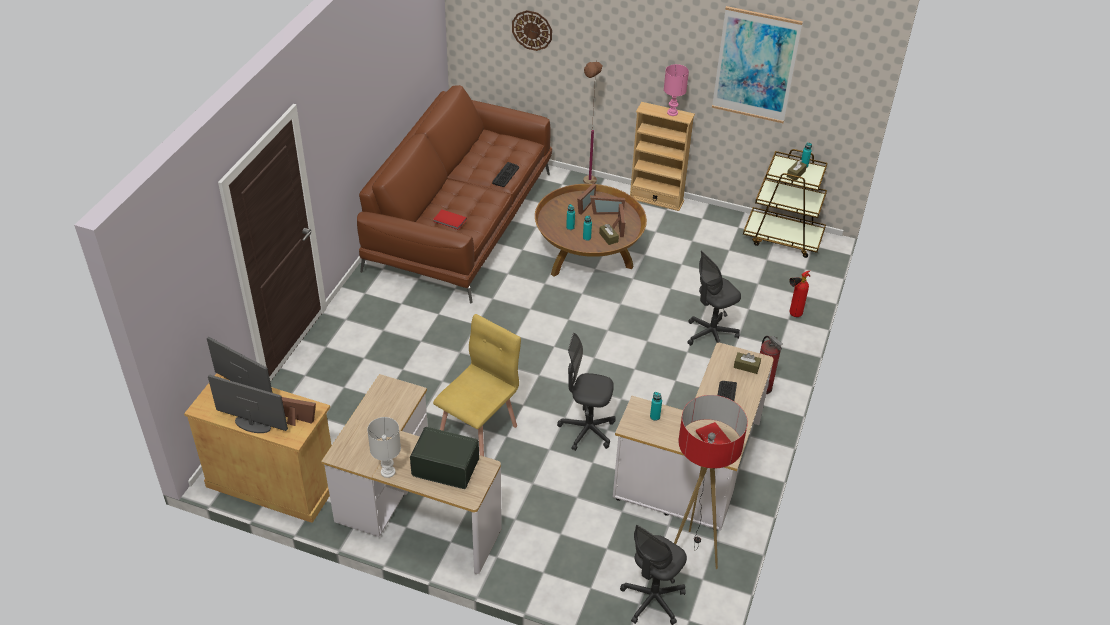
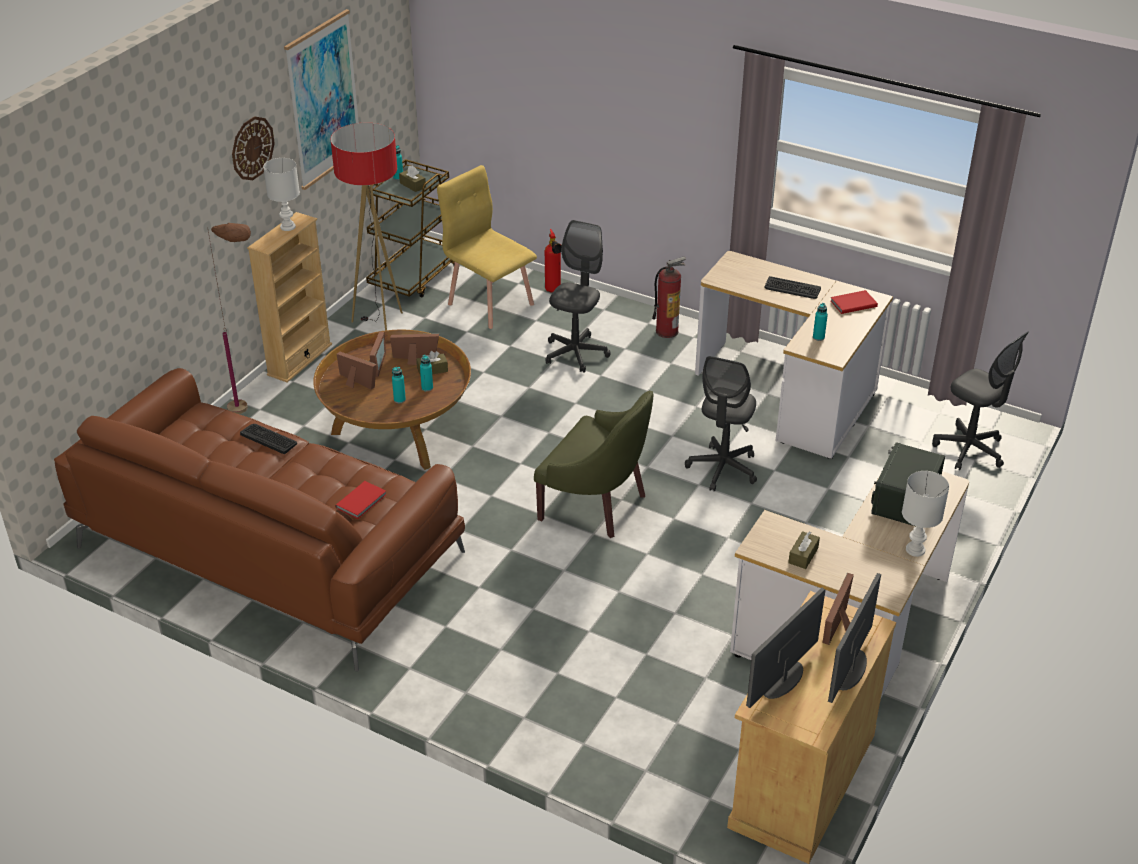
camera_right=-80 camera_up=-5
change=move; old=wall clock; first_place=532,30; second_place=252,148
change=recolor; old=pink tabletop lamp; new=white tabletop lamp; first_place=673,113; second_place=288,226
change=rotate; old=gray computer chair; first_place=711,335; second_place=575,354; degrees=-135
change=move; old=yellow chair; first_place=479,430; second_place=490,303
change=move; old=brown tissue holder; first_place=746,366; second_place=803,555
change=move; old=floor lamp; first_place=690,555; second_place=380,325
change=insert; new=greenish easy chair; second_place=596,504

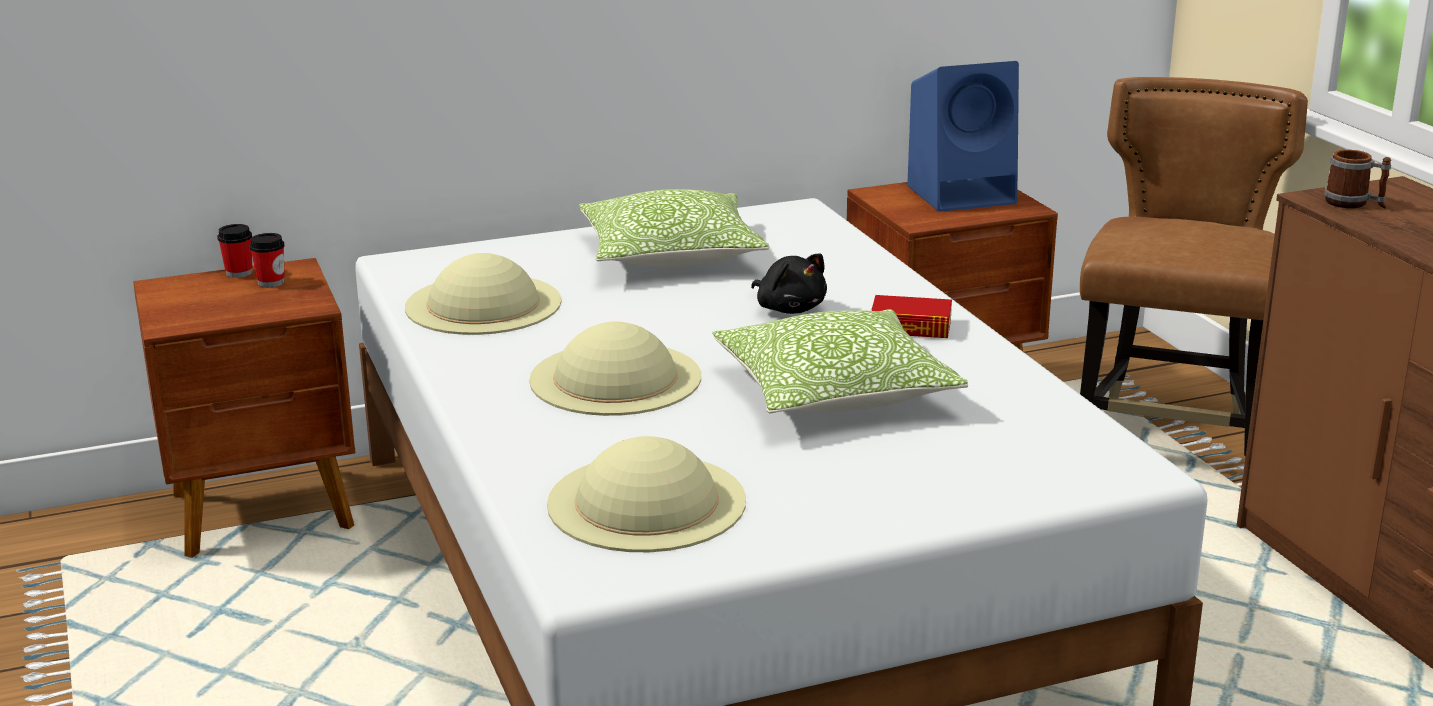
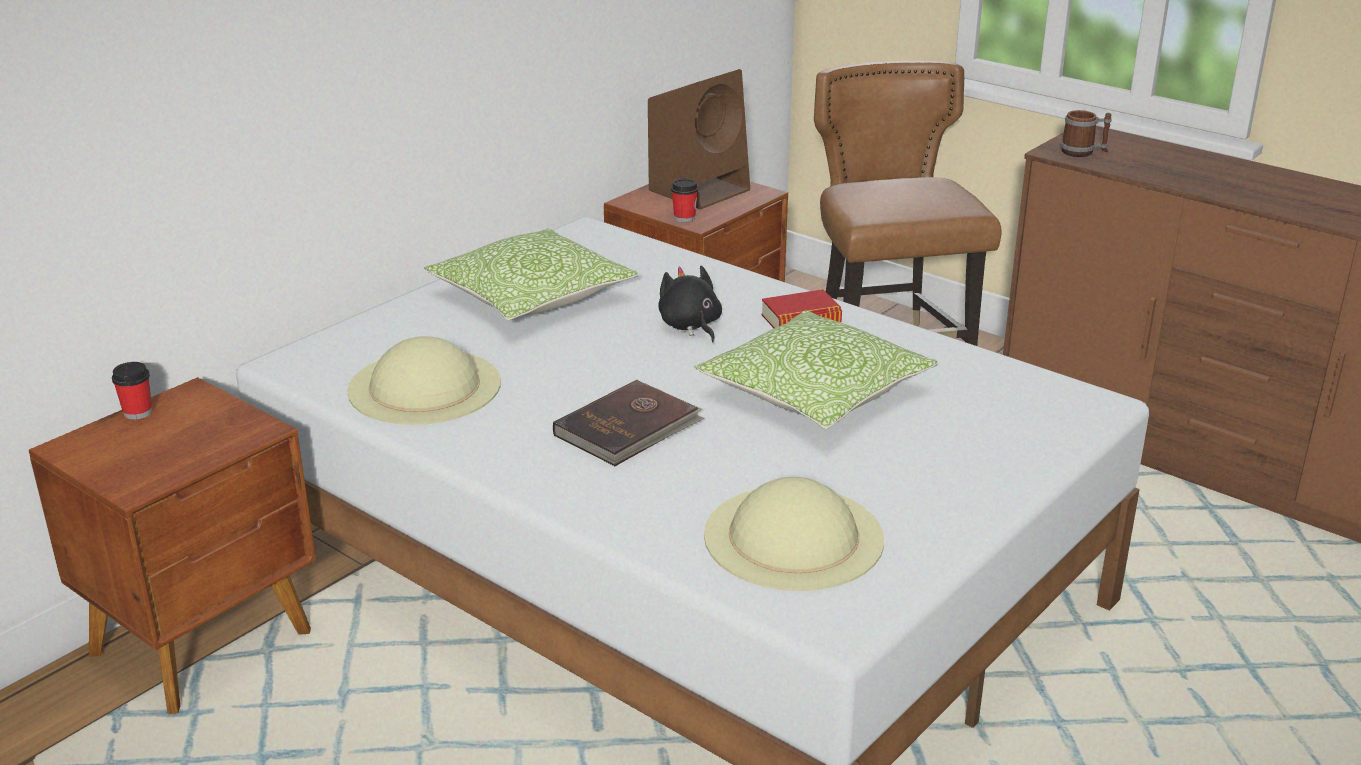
camera_right=-30 camera_up=5
change=recolor; old=blue-coloured audio speaker; new=brown audio speaker; first_place=963,194; second_place=700,189
change=move; old=drinking cup; first_place=271,282; second_place=684,218
change=rotate; old=black-coloured soft toy; first_place=789,308; second_place=690,326; degrees=-135
change=replace; old=sand-coloured clothing hat; new=brown volume; first_place=615,378; second_place=629,428

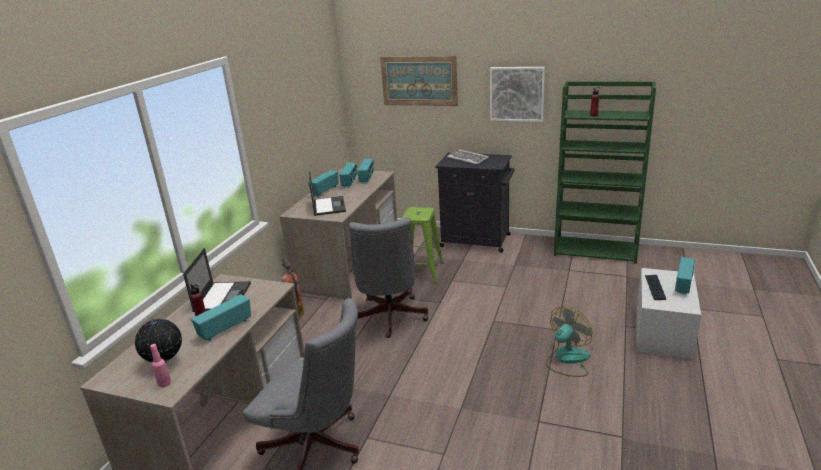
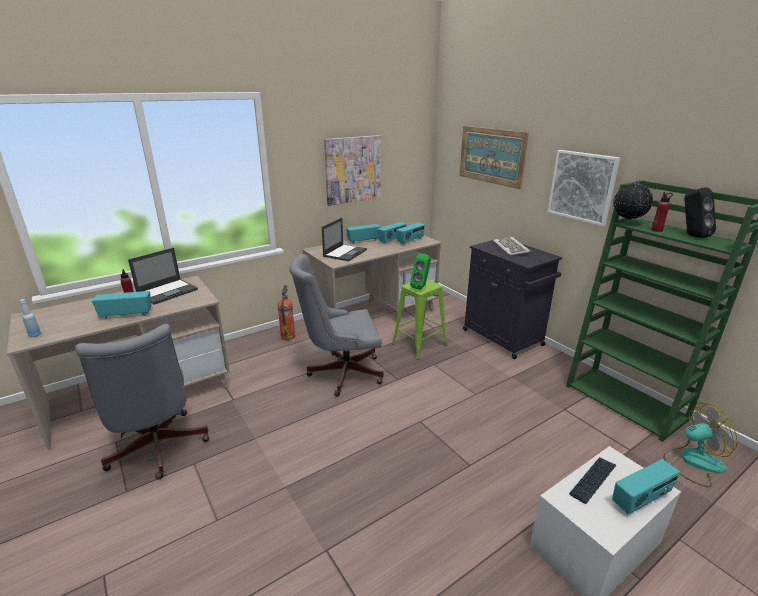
camera_right=35 camera_up=0
change=rotate; old=gray computer chair; first_place=389,319; second_place=341,373; degrees=45
change=move; old=cooling fan; first_place=567,360; second_place=693,462
change=move; old=globe; first_place=165,363; second_place=627,223
change=recolor; old=pink bottle; new=blue-coloured bottle; first_place=164,384; second_place=35,335
change=insert; new=wall picture; second_place=353,169
change=insert; new=black-coloured audio speaker; second_place=691,235
change=insert; new=greenish audio speaker; second_place=421,287

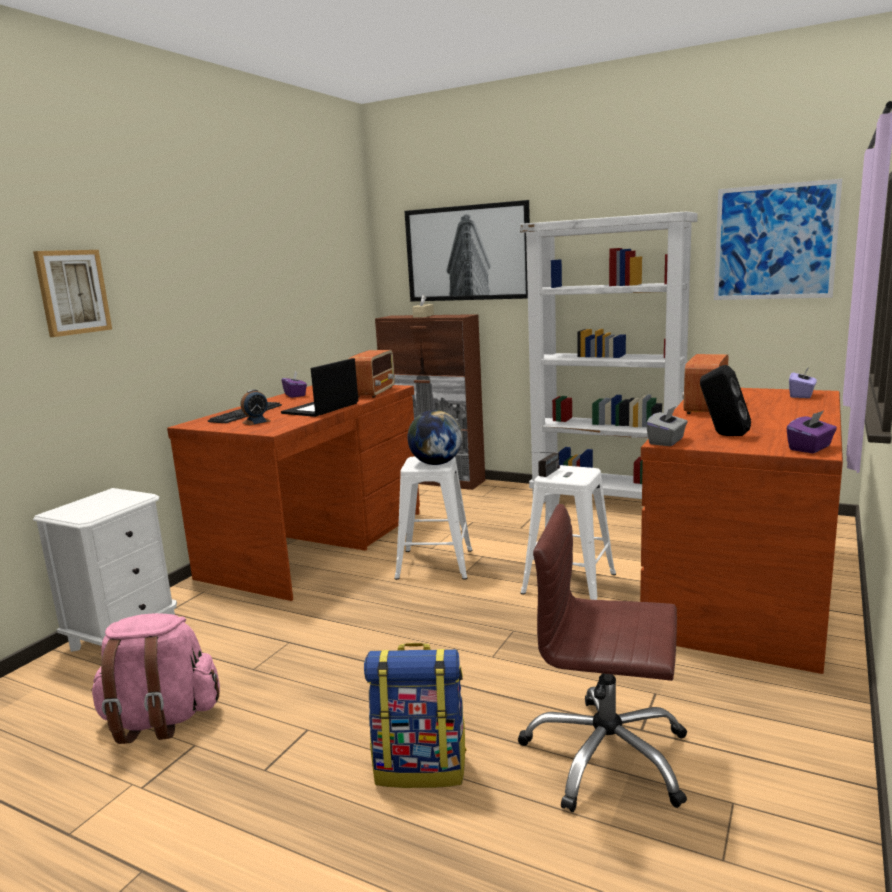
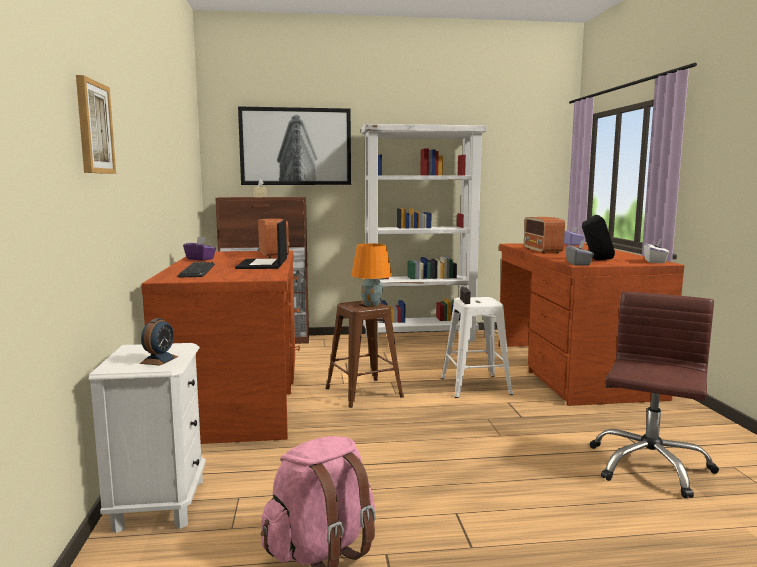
camera_right=-35 camera_up=-5
change=delete; old=wall picture; first_place=774,242
change=move; old=alarm clock; first_place=256,422; second_place=159,360
change=replace; old=globe; new=orange-coloured tabletop lamp; first_place=436,463; second_place=371,305
change=recolor; old=purple tissue holder; new=white tissue holder; first_place=810,448; second_place=655,261
change=recolor; old=white sitting stool; new=brown sitting stool; first_place=435,564; second_place=365,392
change=rotate; old=brown computer chair; first_place=606,756; second_place=648,466; degrees=135
change=delete; old=knapsack; first_place=421,767

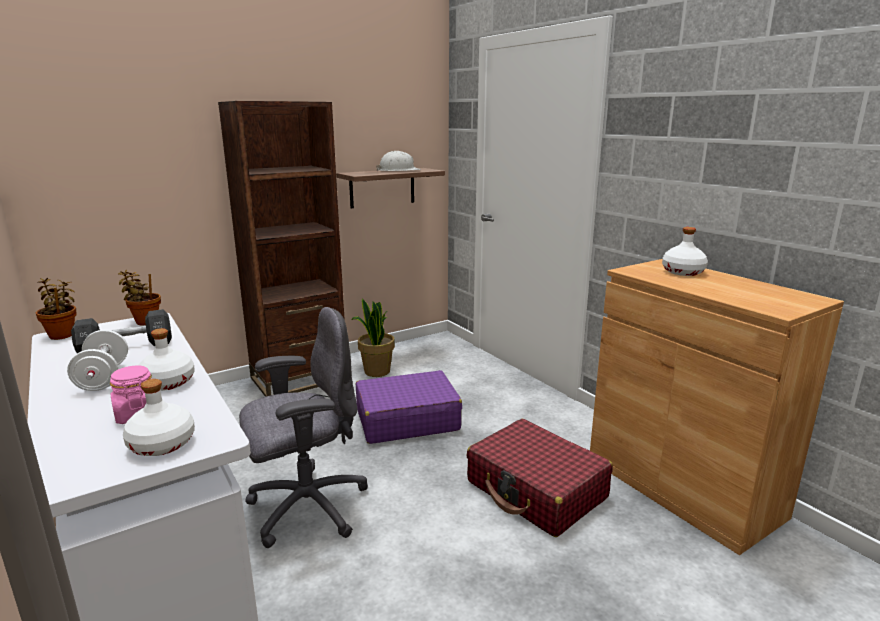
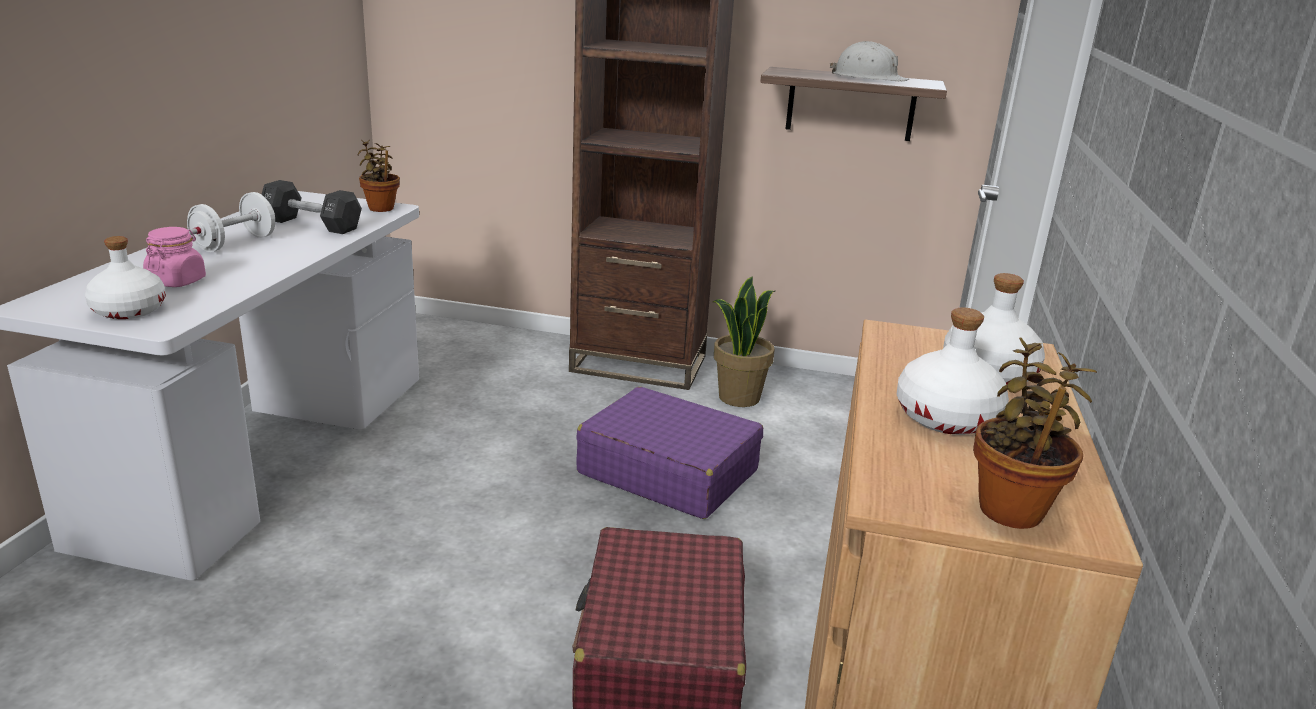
camera_right=45 camera_up=5
change=move; old=potted plant; first_place=62,334; second_place=1012,508
change=delete; old=gray computer chair; first_place=306,507
change=move; old=white bottle; first_place=168,383; second_place=947,418

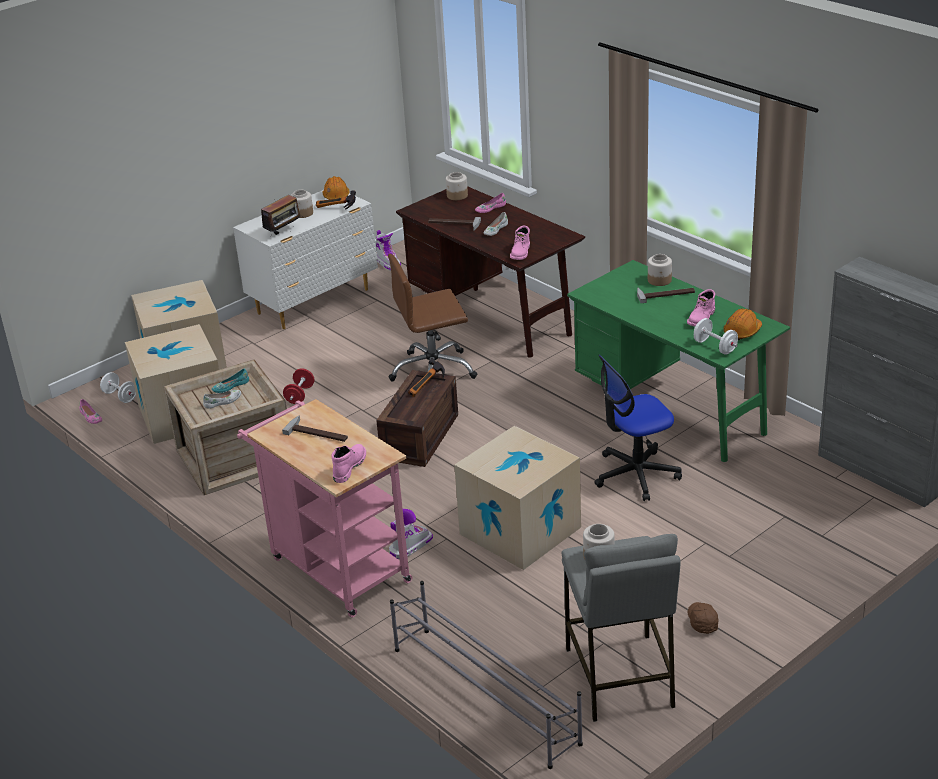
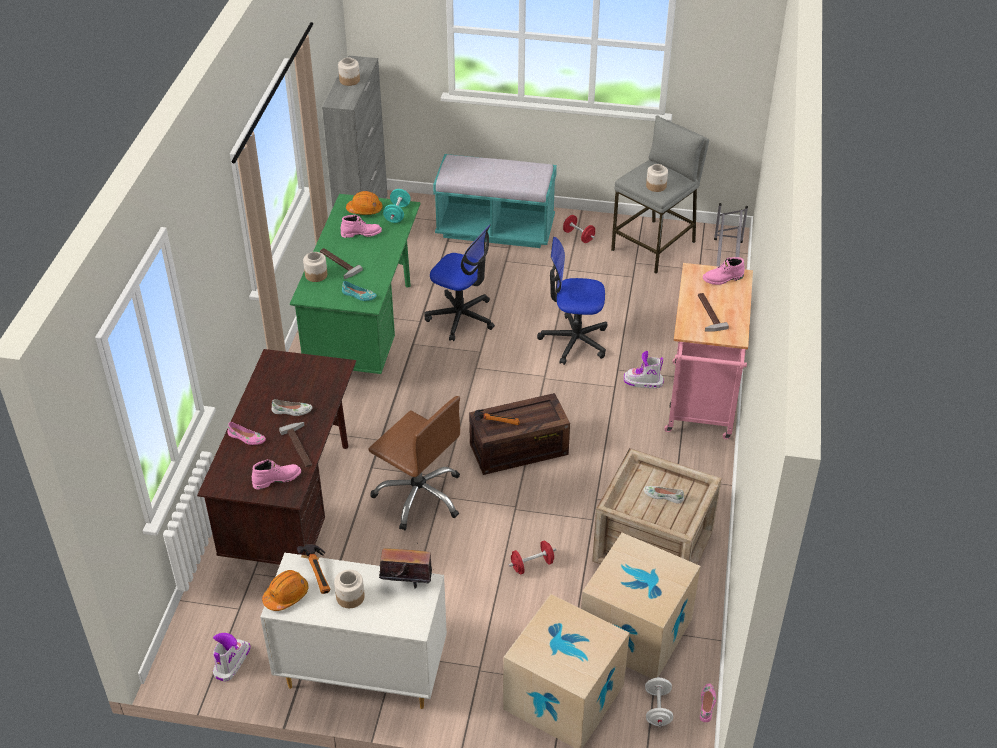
camera_right=-130 camera_up=10
change=move; old=preserve jar; first_place=457,196; second_place=350,80
change=move; old=pink high-top boot; first_place=521,253; second_place=277,479
change=recolor; old=white dumbbell; new=blue-green dumbbell; first_place=715,347; second_place=397,214
change=move; old=blue-green shoe; first_place=230,386; second_place=359,295
change=replace; old=cardboard box; new=computer chair; first_place=520,530; second_place=574,340
change=replace; old=brown cap; new=red dumbbell; first_place=702,622; second_place=578,236
change=insert; new=blue-green bench; second_place=495,229

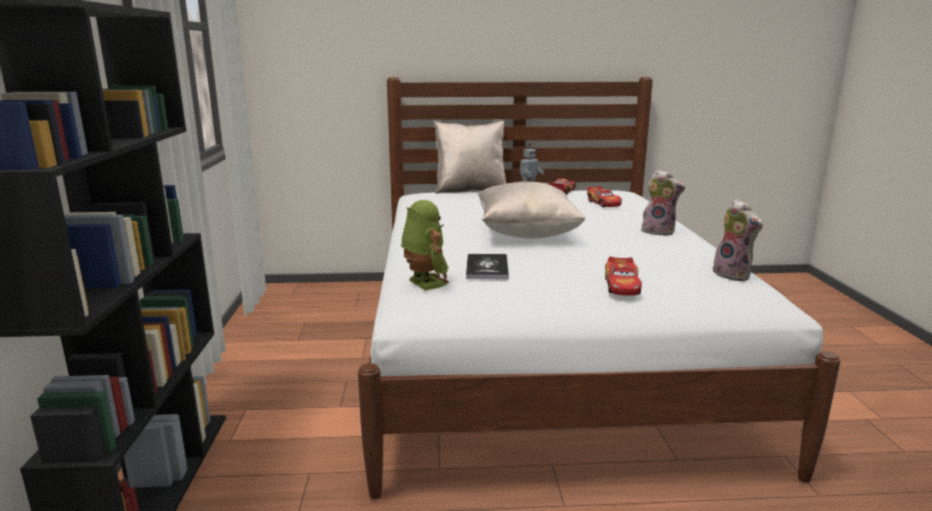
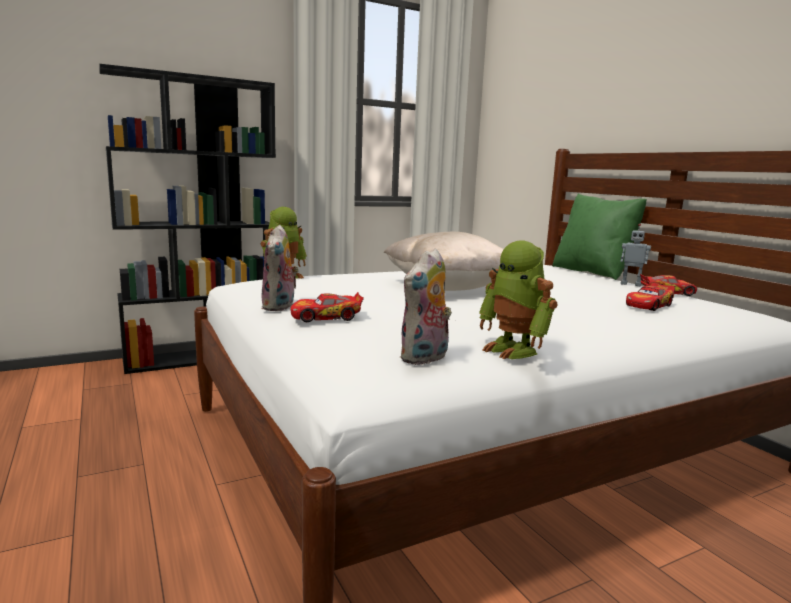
camera_right=65 camera_up=-5
change=recolor; old=sand-coloured pillow; new=greenish pillow; first_place=470,190; second_place=592,272
change=move; old=soft toy; first_place=659,231; second_place=280,307
change=delete; old=volume; first_place=487,268
change=insert; new=toy robot; second_place=513,350

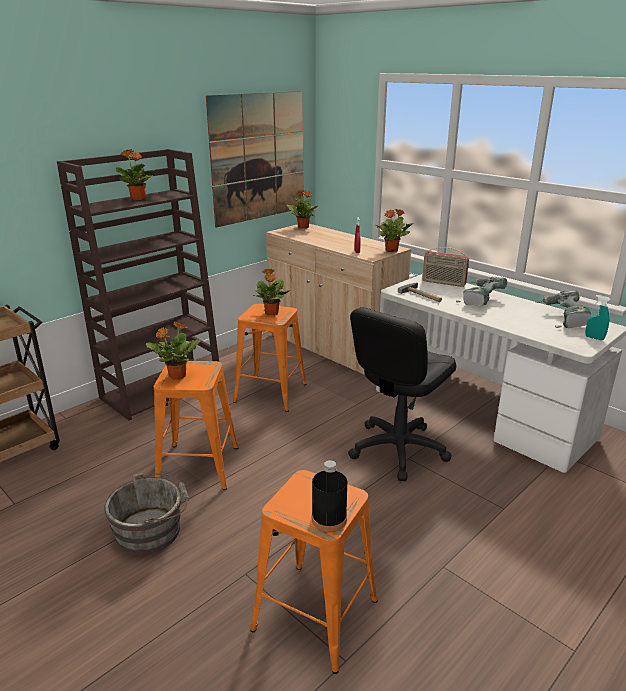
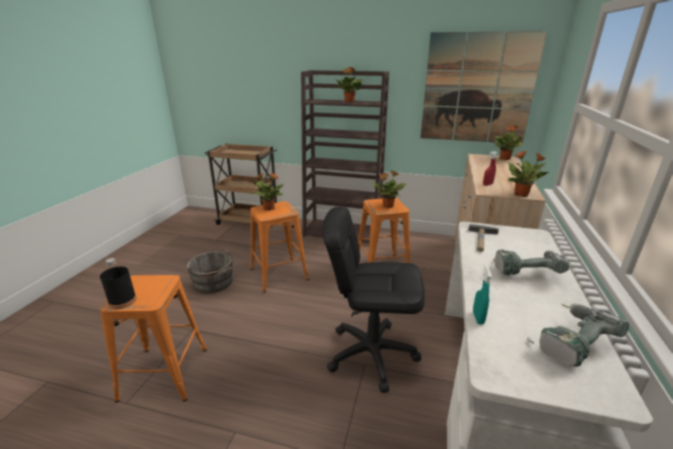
camera_right=60 camera_up=0
change=delete; old=radio receiver; first_place=443,283
change=move; old=blue-green hand sprayer; first_place=594,338; second_place=478,318

